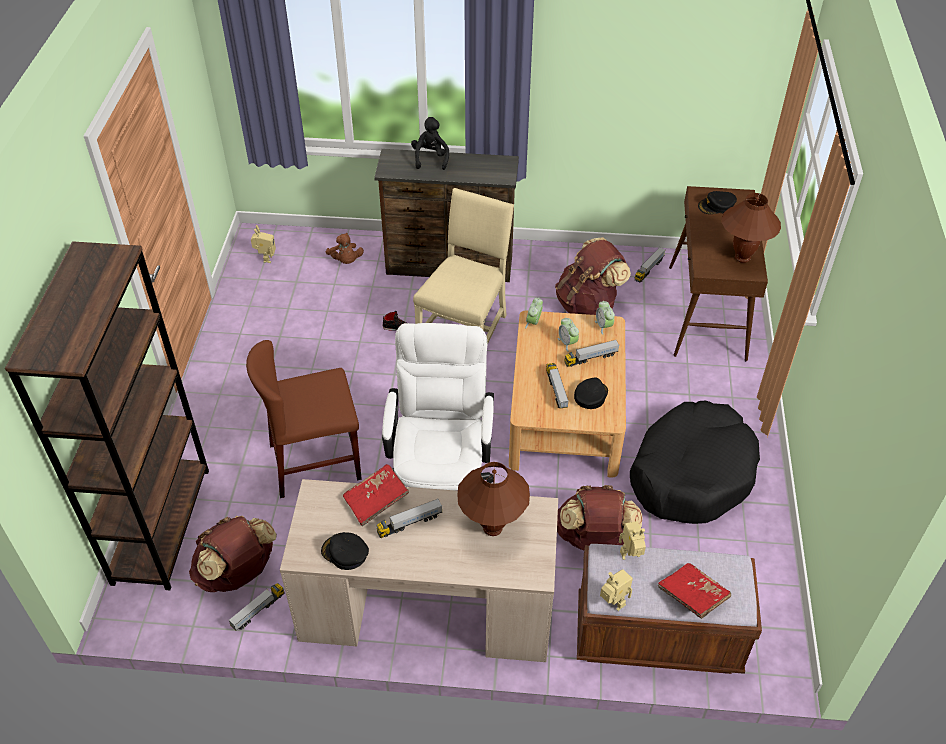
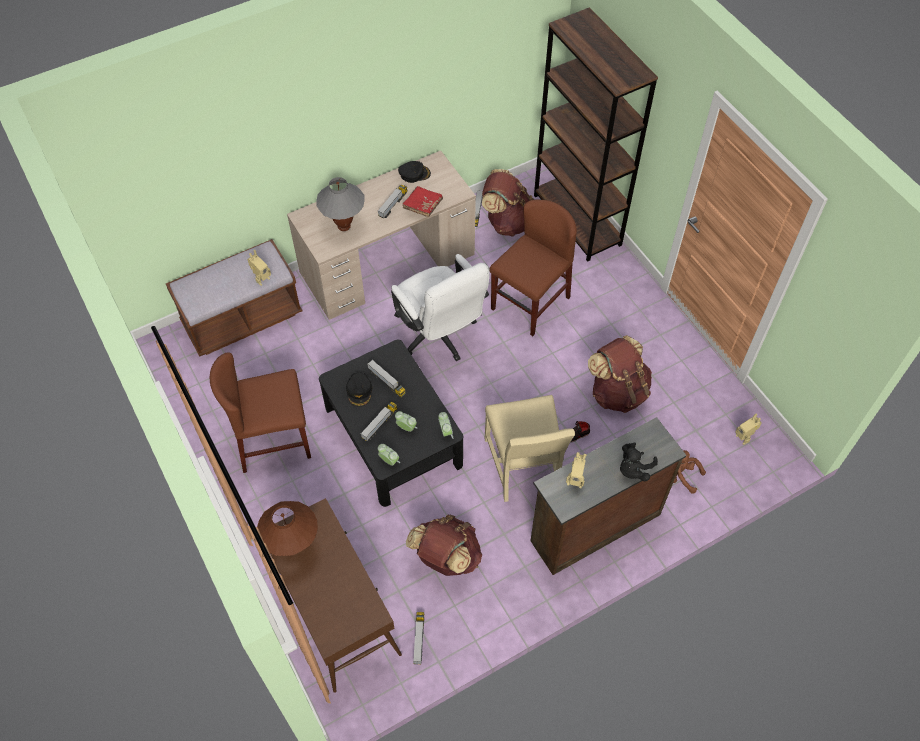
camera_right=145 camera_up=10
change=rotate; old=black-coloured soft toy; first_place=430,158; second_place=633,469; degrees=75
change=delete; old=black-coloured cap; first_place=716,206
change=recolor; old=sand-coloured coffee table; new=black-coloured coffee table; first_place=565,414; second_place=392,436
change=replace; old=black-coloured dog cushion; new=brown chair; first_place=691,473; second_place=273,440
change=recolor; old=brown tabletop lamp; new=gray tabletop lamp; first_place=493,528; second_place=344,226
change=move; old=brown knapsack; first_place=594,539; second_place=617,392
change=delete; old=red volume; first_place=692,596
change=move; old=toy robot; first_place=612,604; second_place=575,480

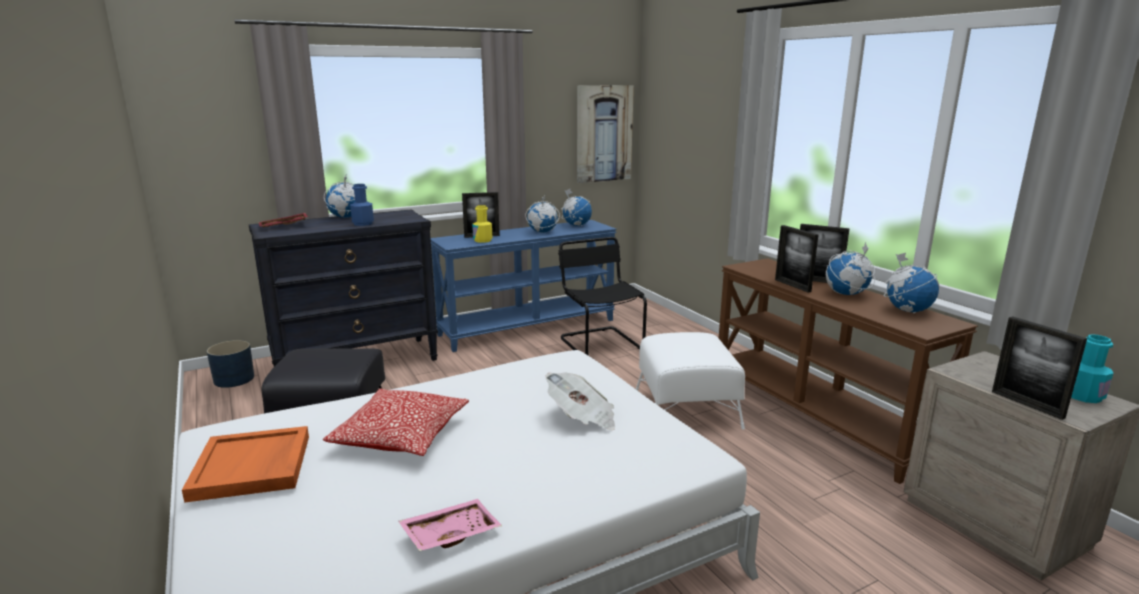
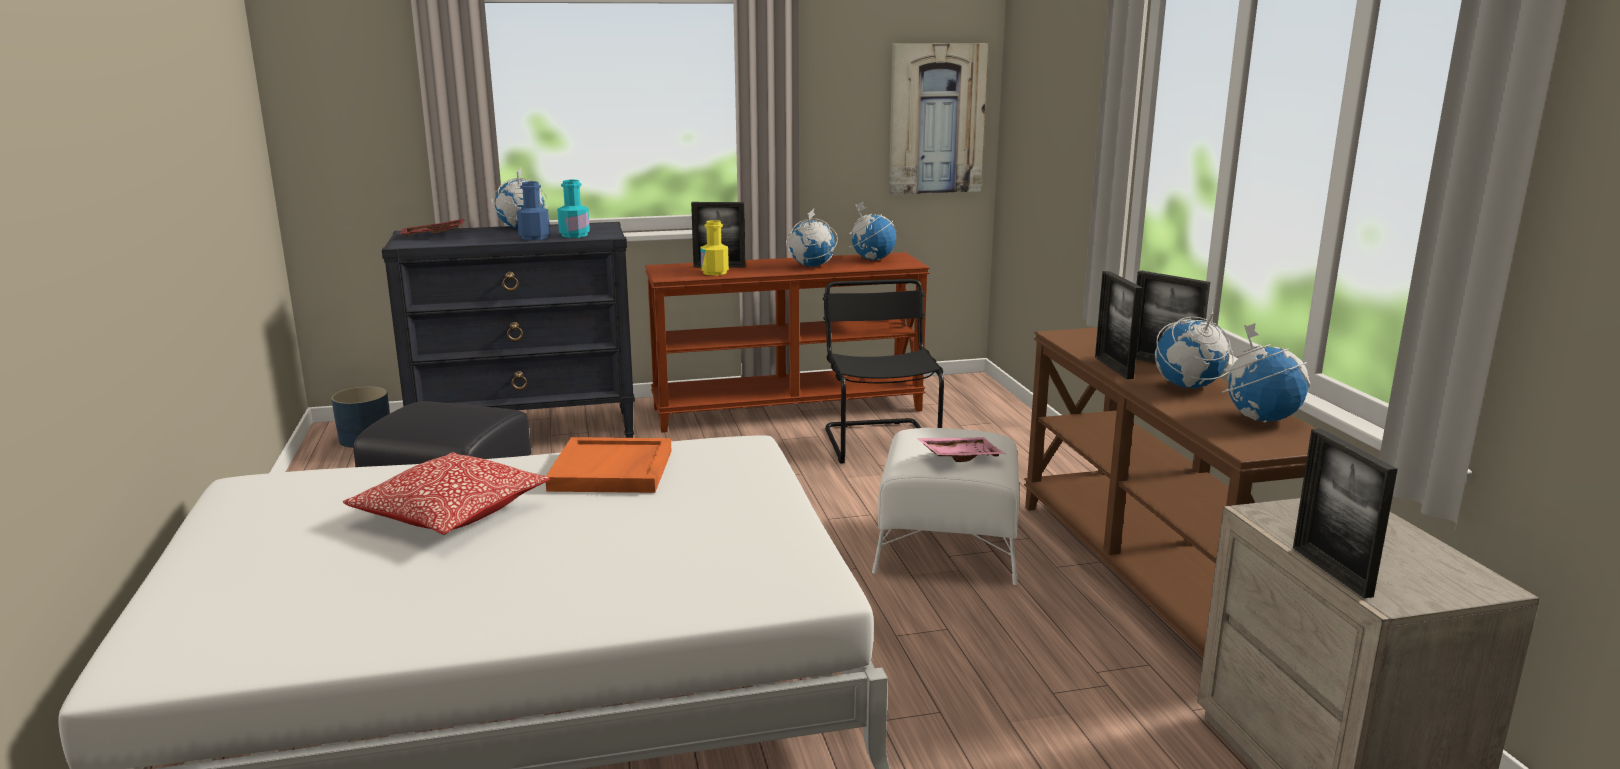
camera_right=15 camera_up=0
change=recolor; old=blue-coloured hall table; new=brown hall table; first_place=527,327; second_place=788,408
change=move; old=blue-green bottle; first_place=1083,396; second_place=574,235
change=delete; old=printed paper; first_place=582,418
change=move; old=orange-coloured serving tray; first_place=252,467; second_place=612,471
change=move; old=pink serving tray; first_place=450,533; second_place=959,456

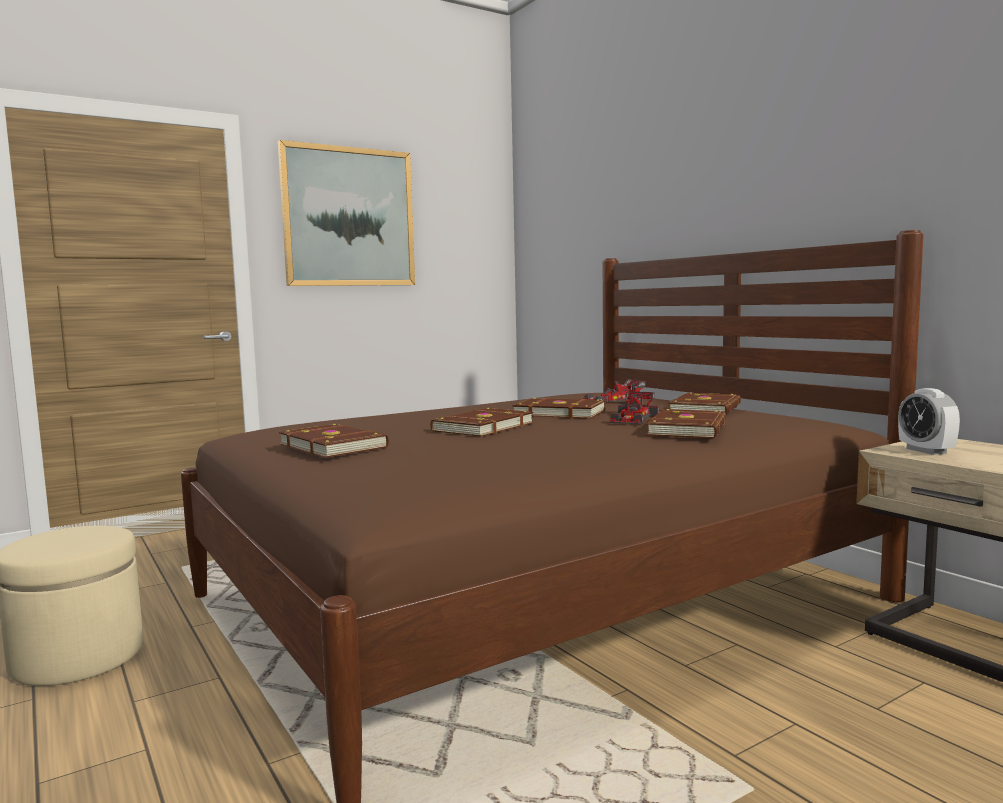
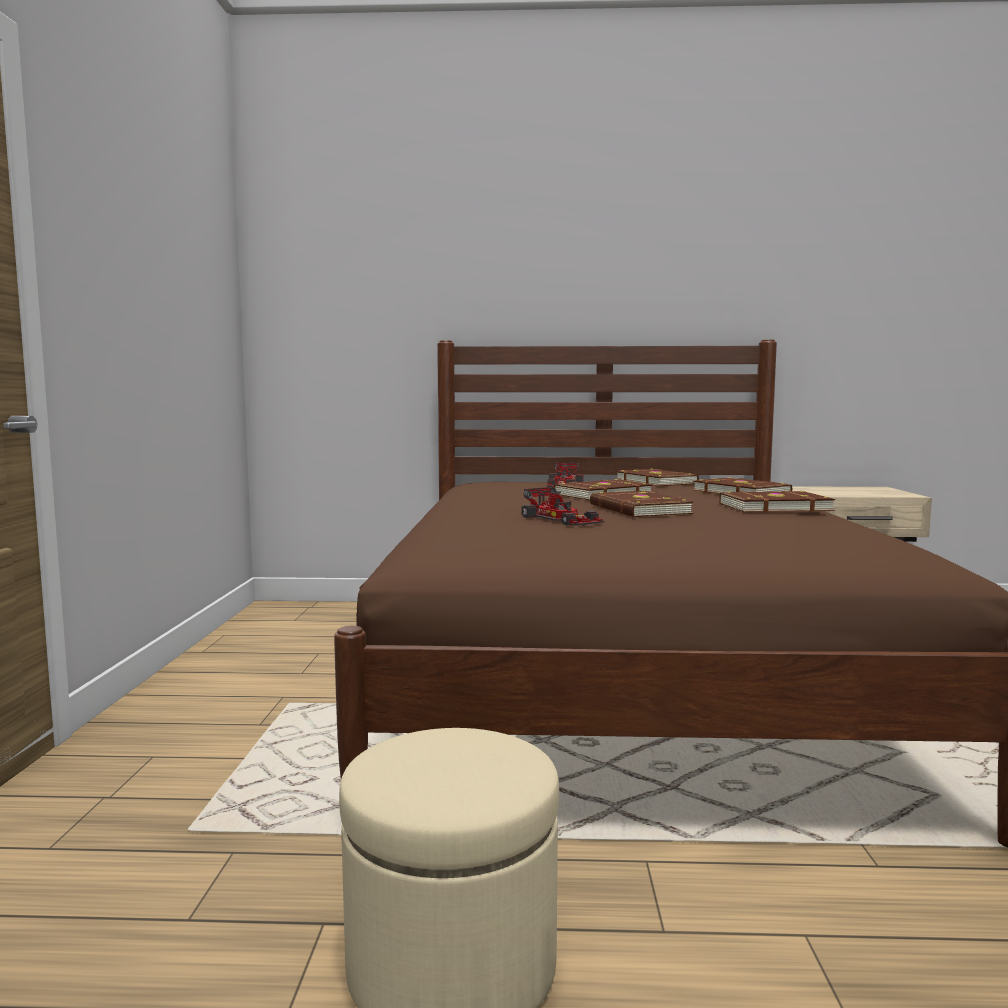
camera_right=-55 camera_up=0
change=delete; old=wall picture; first_place=349,217
change=delete; old=alarm clock; first_place=926,451
change=move; old=miniature car; first_place=633,418; second_place=562,519
change=move; old=brown volume; first_place=334,445; second_place=773,507

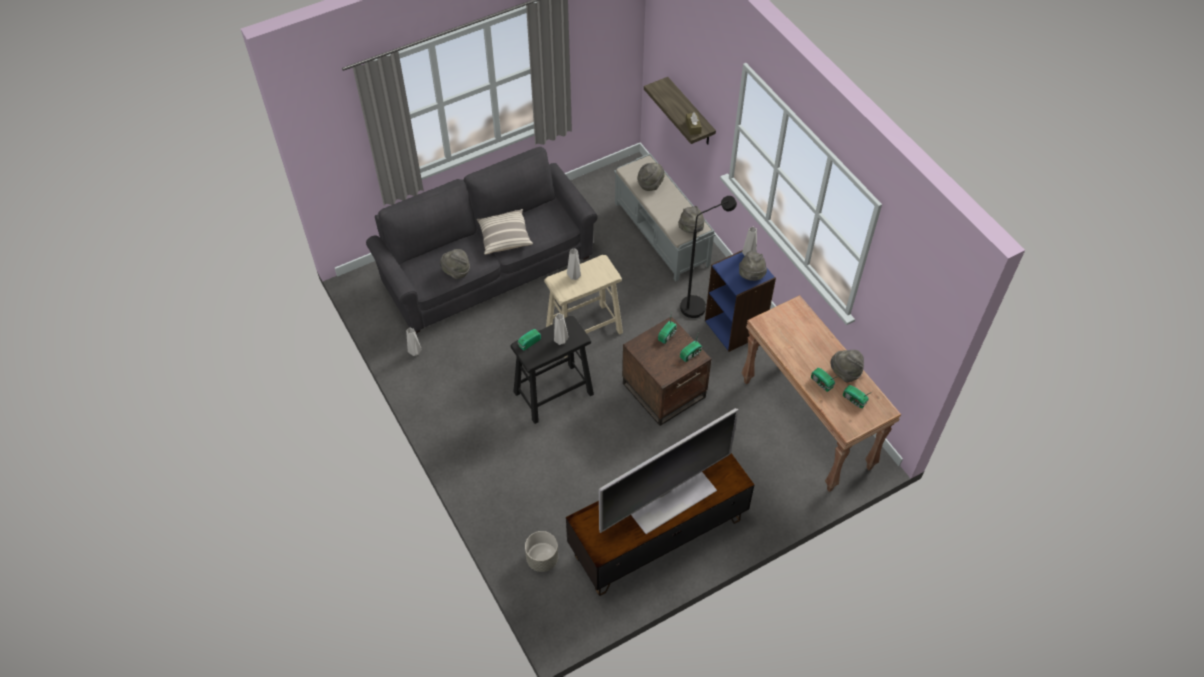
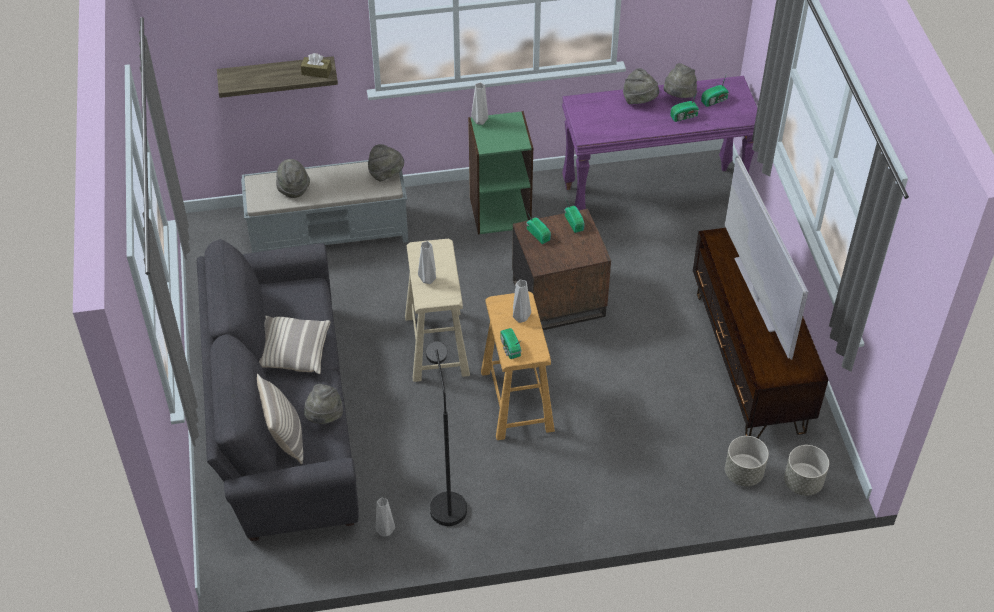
camera_right=-70 camera_up=-5
change=move; old=black-coloured floor lamp; first_place=699,305; second_place=446,501
change=recolor; old=blue-coloured bookcase; new=greenish bookcase; first_place=735,327; second_place=500,212
change=move; old=gray clothing hat; first_place=751,276; second_place=639,101
change=recolor; old=brown hall table; new=purple hall table; first_place=807,424; second_place=653,196
change=recolor; old=black-coloured sitting stool; new=sand-coloured sitting stool; first_place=553,393; second_place=517,401
change=insert; new=pillow; second_place=285,438
change=insert; new=gray planter; second_place=802,482

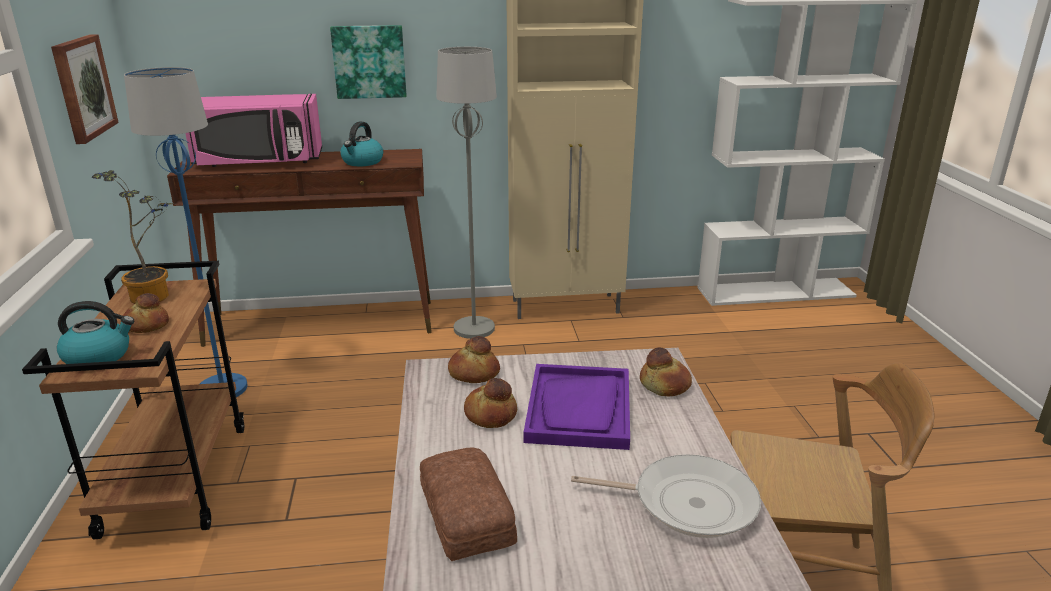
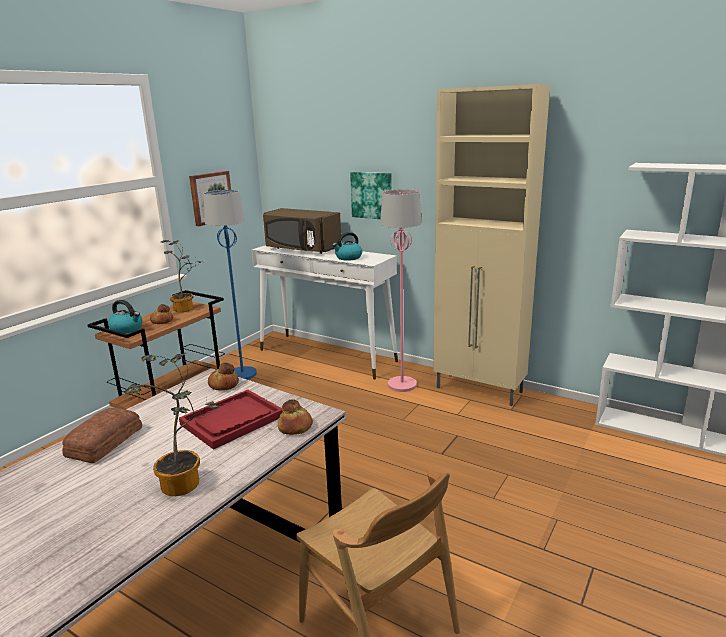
camera_right=40 camera_up=-5
change=recolor; old=gray floor lamp; new=pink floor lamp; first_place=473,328; second_place=402,385
change=recolor; old=pink kitchen microwave; new=brown kitchen microwave; first_place=259,161; second_place=301,249
change=recolor; old=brown hall table; new=white hall table; first_place=323,323; second_place=327,355
change=recolor; old=purple serving tray; new=red serving tray; first_place=579,409; second_place=232,420
change=delete; old=bread; first_place=490,414
change=replace; old=skillet; new=potted plant; first_place=687,502; second_place=186,485

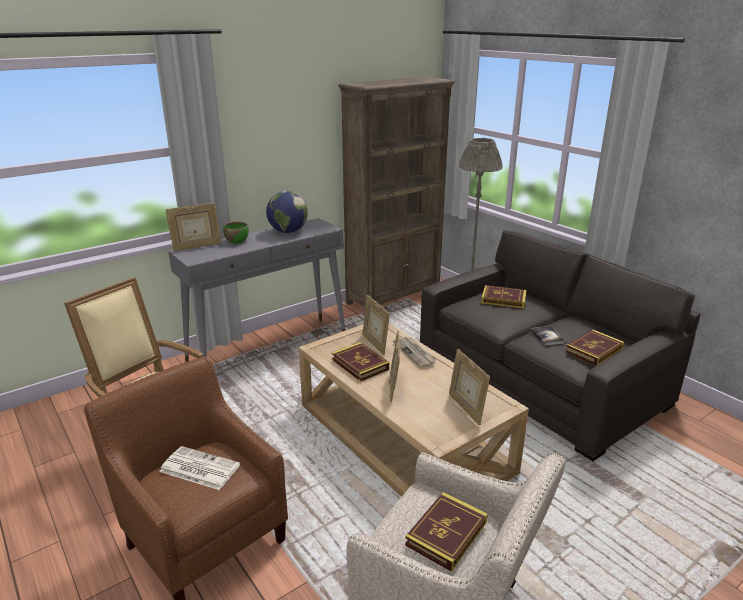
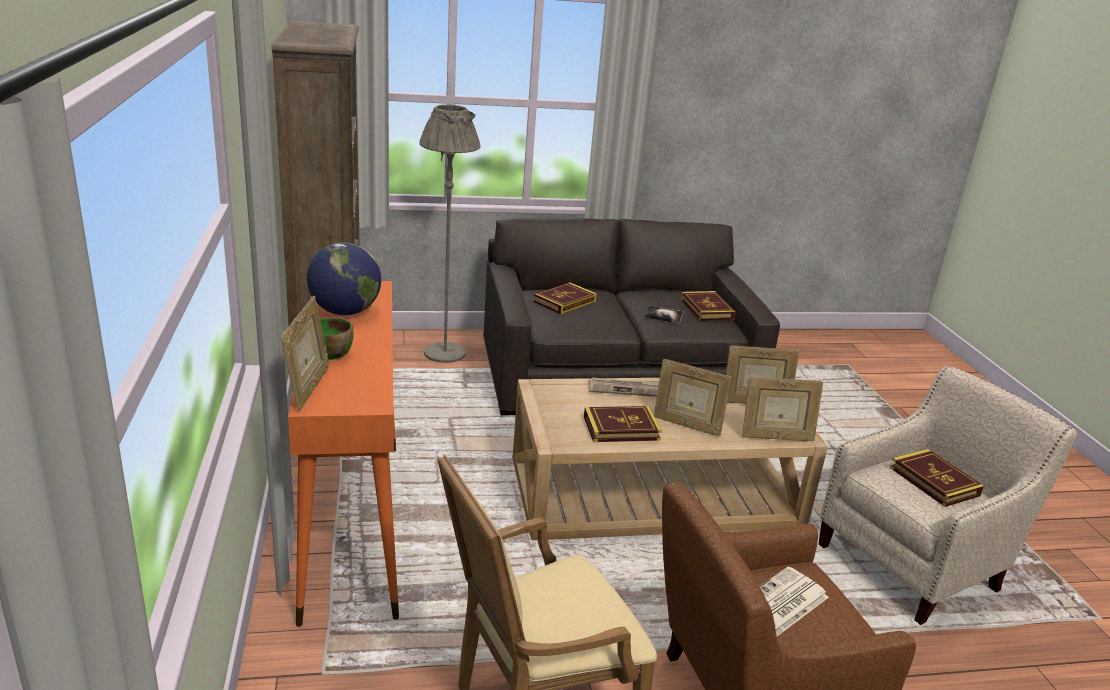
camera_right=-65 camera_up=0
change=recolor; old=gray hall table; new=orange-coloured hall table; first_place=269,350; second_place=353,524
change=move; old=photo frame; first_place=375,344; second_place=776,437

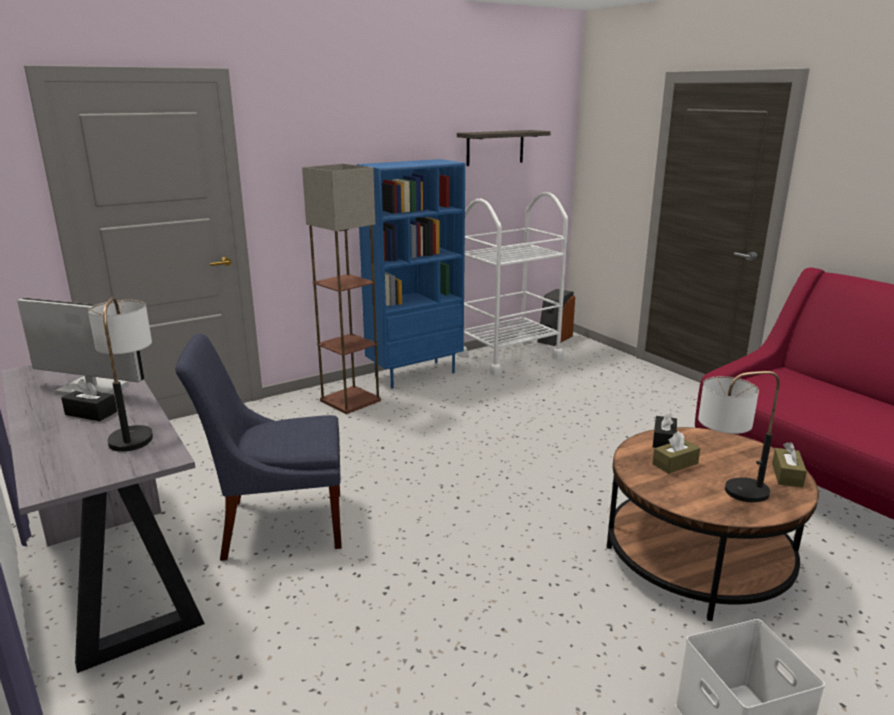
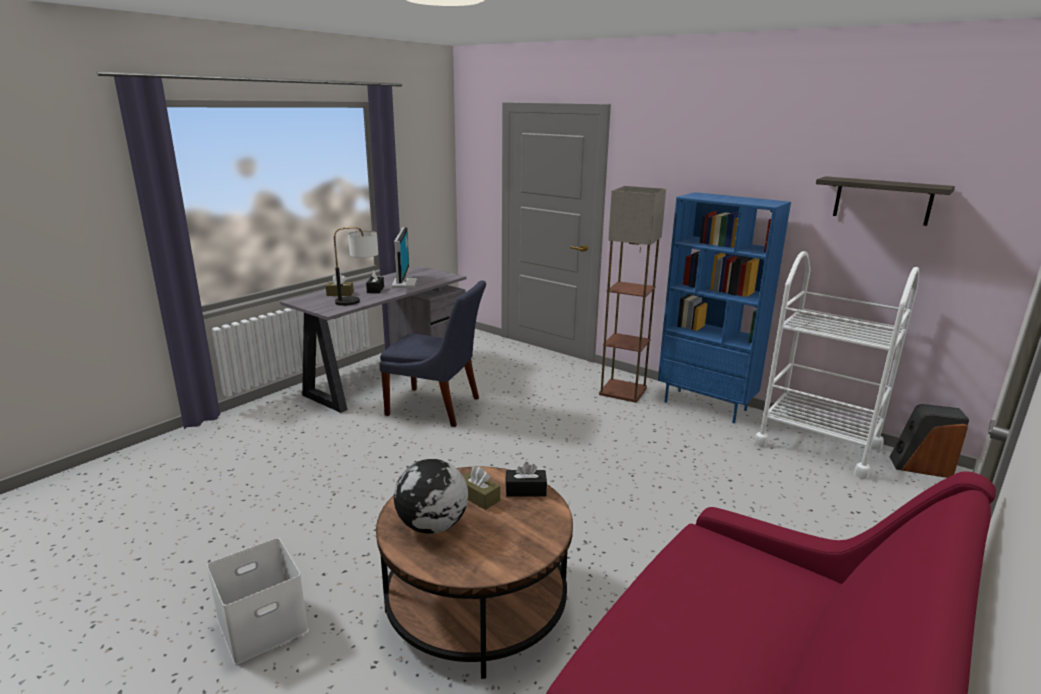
camera_right=70 camera_up=0
change=rotate; old=blue-coloured chair; first_place=277,524; second_place=437,407; degrees=135
change=replace; old=tabletop lamp; new=globe; first_place=727,493; second_place=432,526
change=move; old=brown tissue holder; first_place=787,475; second_place=340,294

